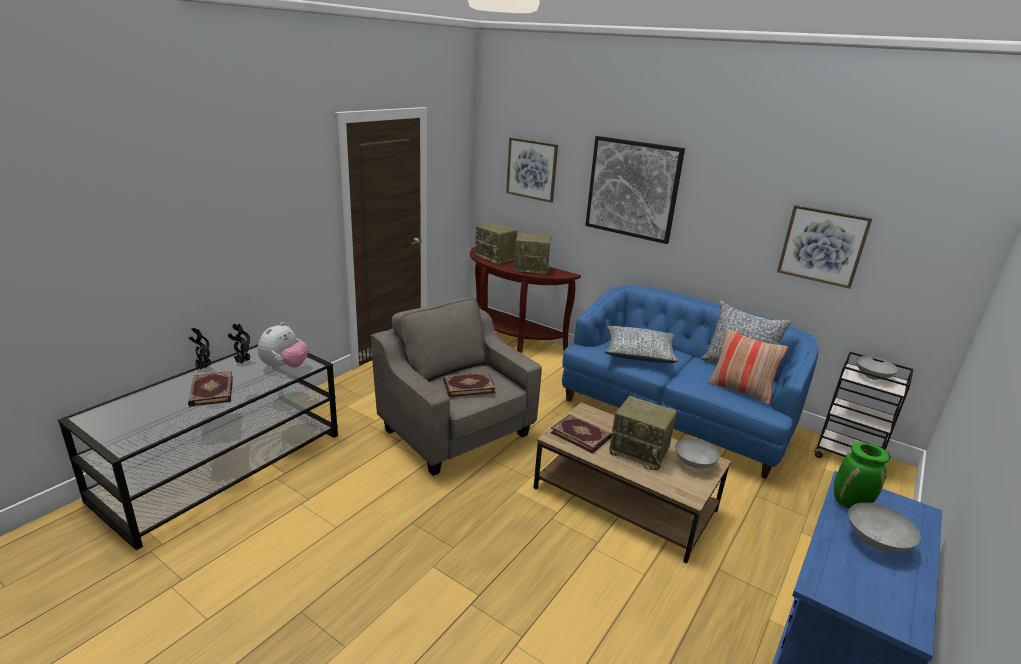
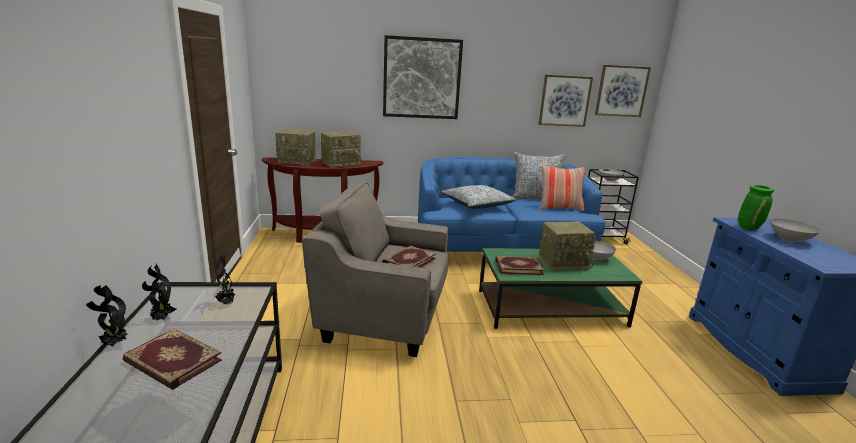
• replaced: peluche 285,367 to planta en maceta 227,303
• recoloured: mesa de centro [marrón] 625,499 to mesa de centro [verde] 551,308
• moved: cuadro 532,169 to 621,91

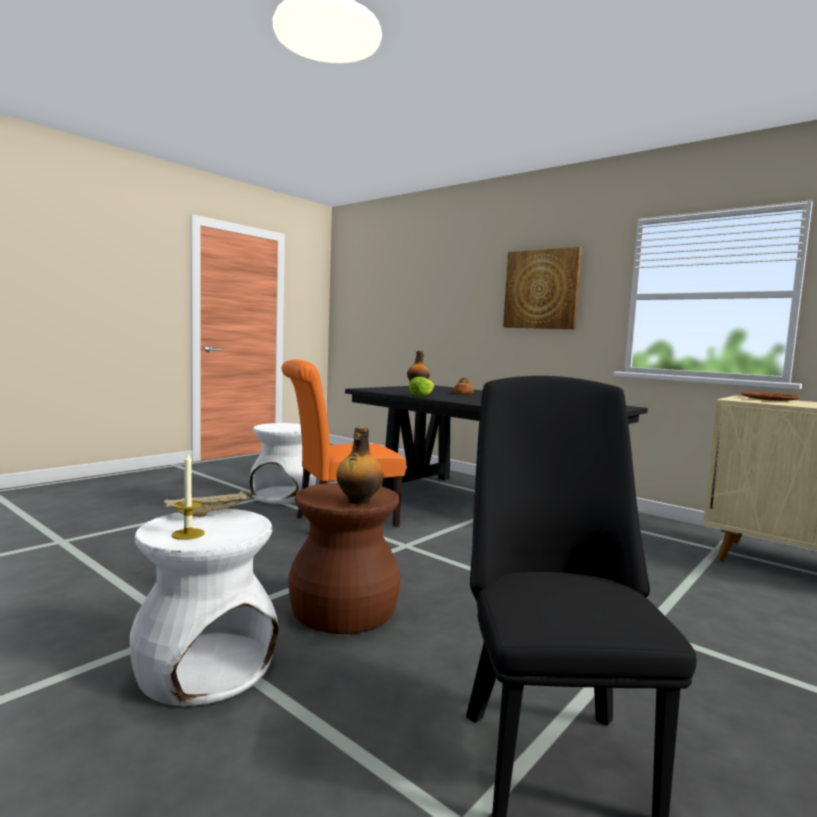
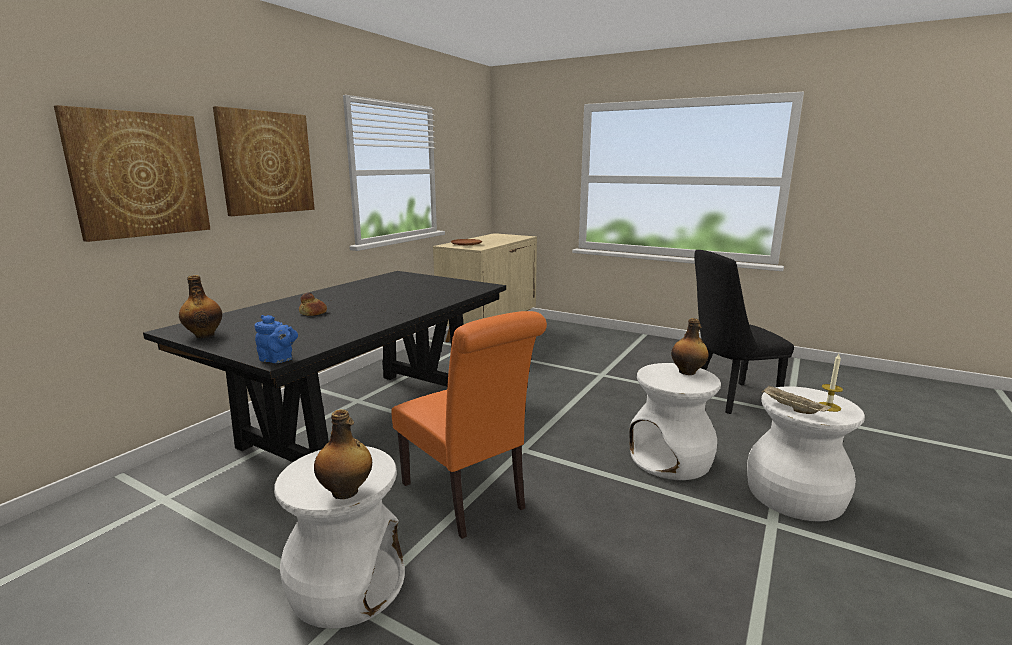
• added: cuadro 139,175
• added: tetera [azul] 278,360
• added: botella 346,492
• recoloured: taburete [marrón] 343,610 to taburete [blanco] 671,459
• removed: lechuga 421,396

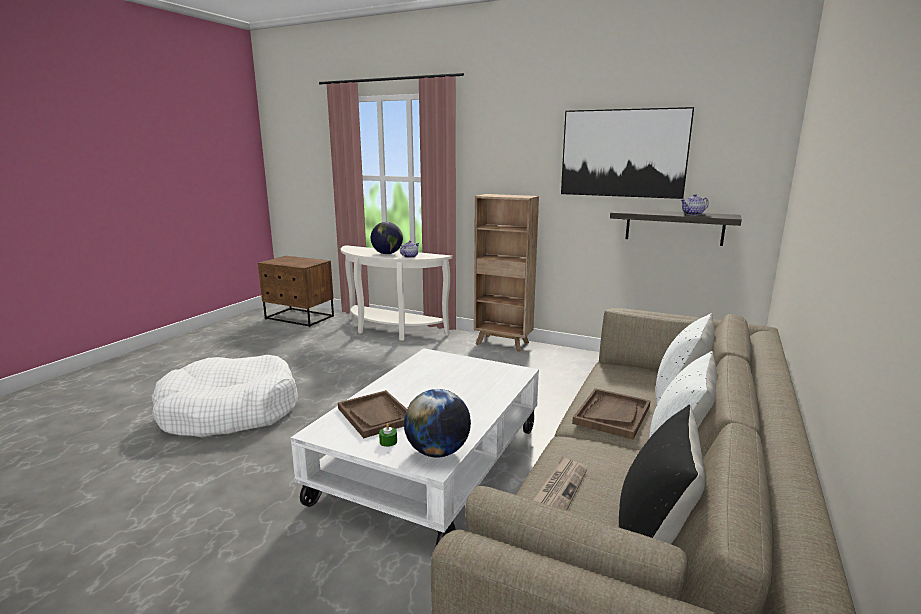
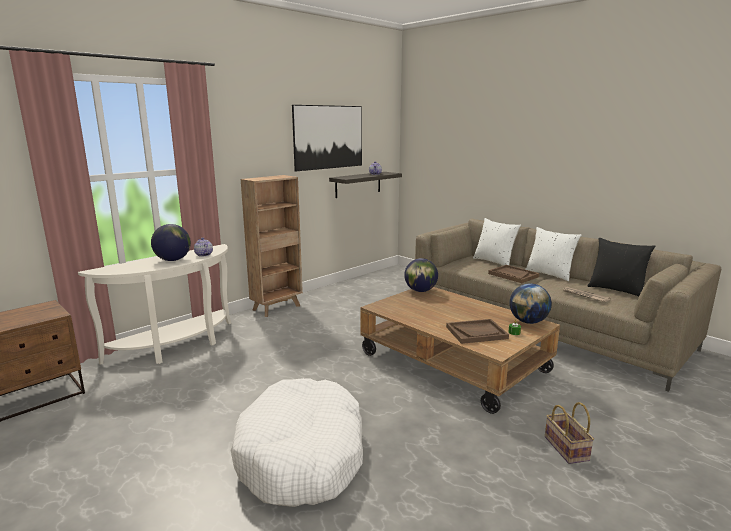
• recoloured: mesa de centro [blanco] 433,464 to mesa de centro [marrón] 453,362
• added: globo terráqueo 420,291
• added: cesta 564,448

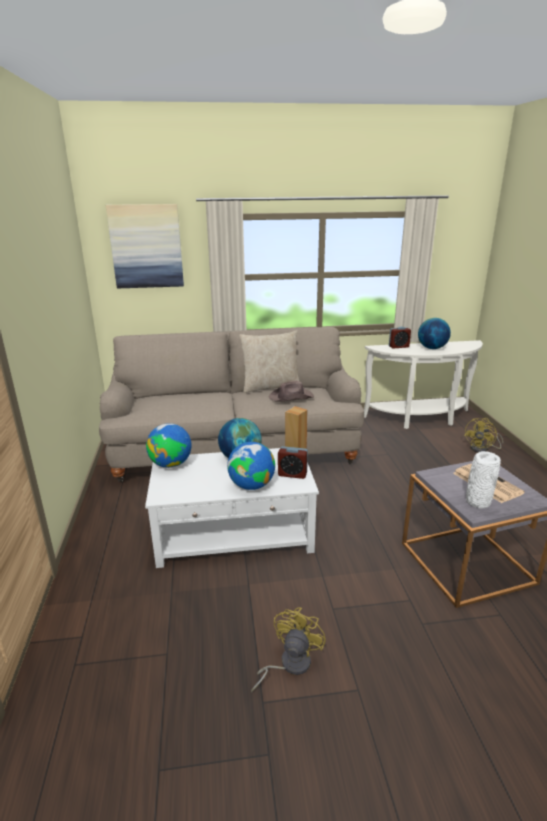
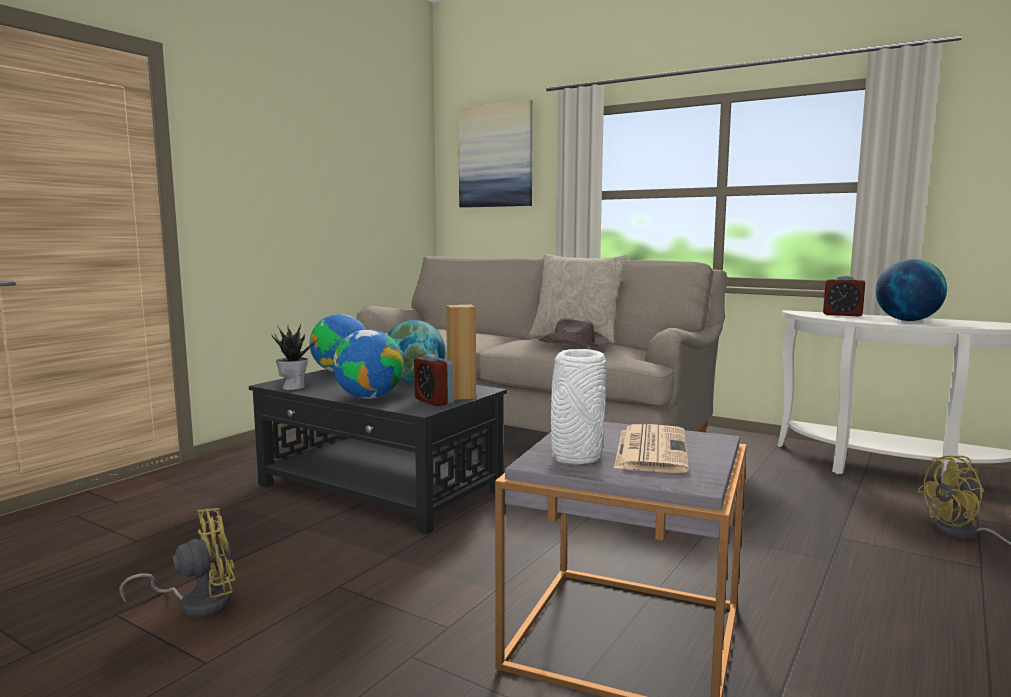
• recoloured: mesa de centro [blanco] 235,533 to mesa de centro [negro] 380,488
• added: planta en maceta 294,387

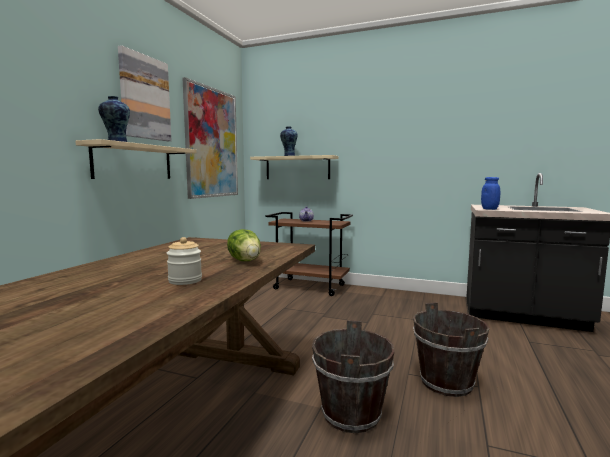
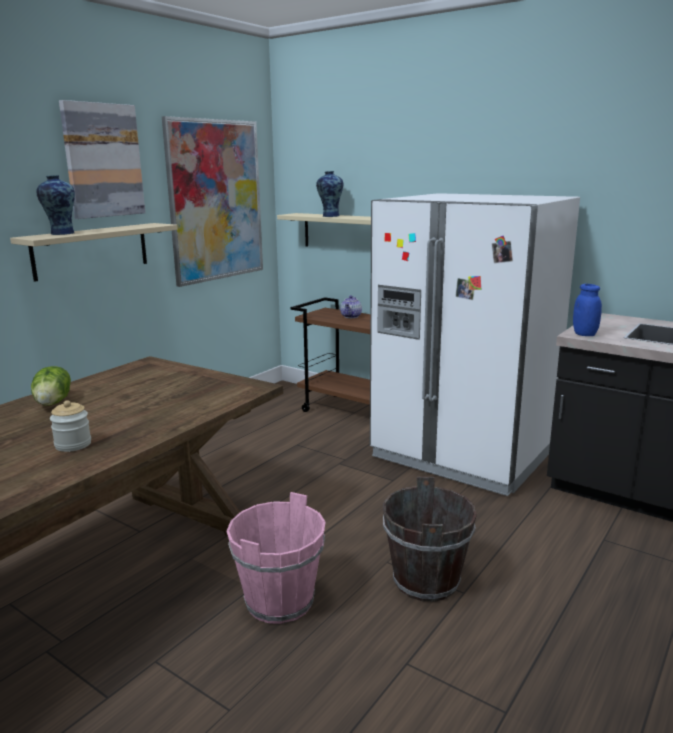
• moved: lechuga 245,260 to 54,402
• recoloured: cubo [marrón] 351,414 to cubo [rosa] 280,601
• added: nevera [blanco] 462,454

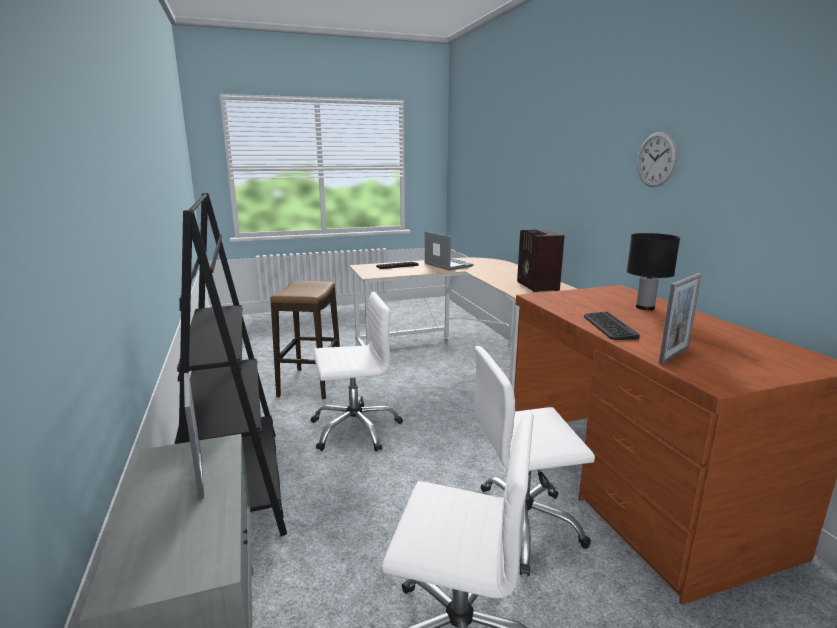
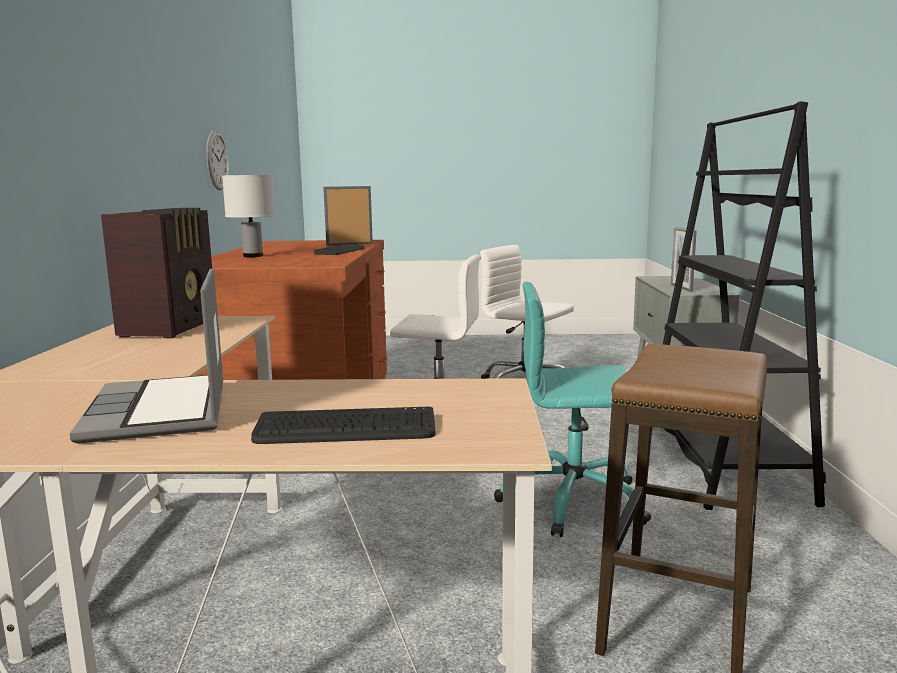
• moved: reloj de pared 656,159 to 217,160
• recoloured: lámpara de mesa [negro] 645,307 to lámpara de mesa [blanco] 252,256
• recoloured: silla de oficina [blanco] 355,428 to silla de oficina [turquesa] 573,501

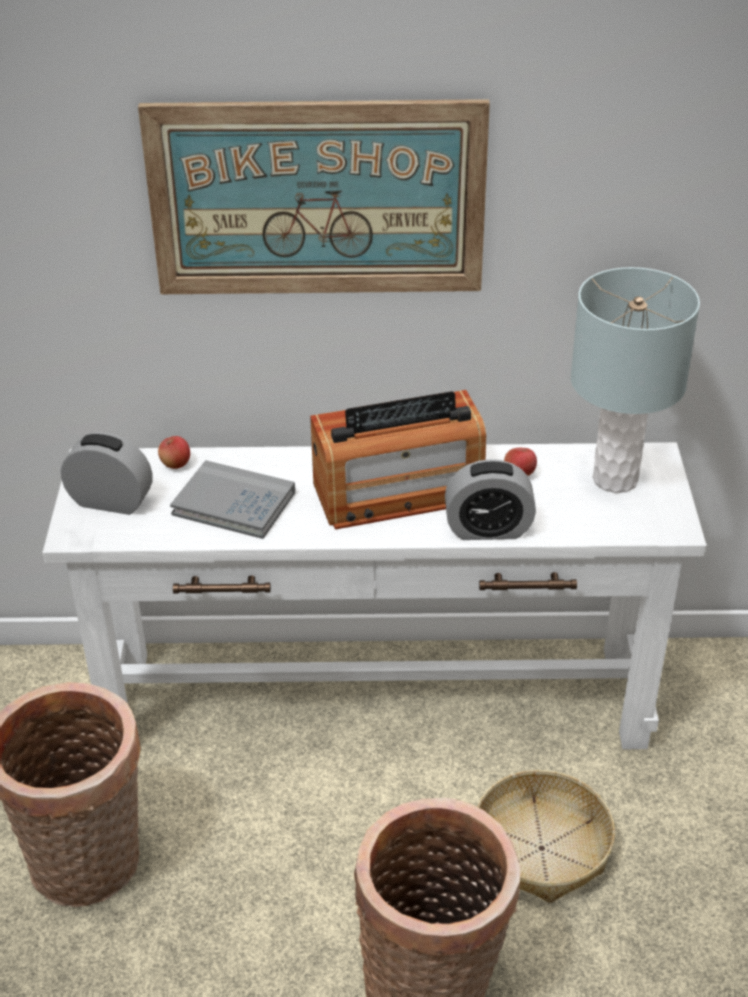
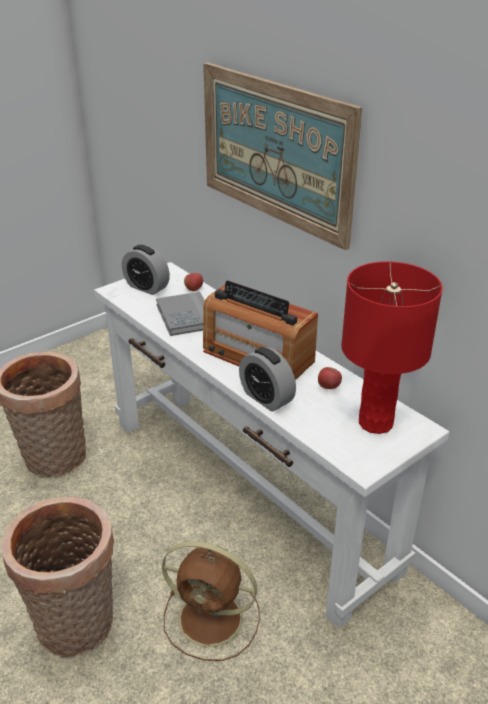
• turned: despertador 111,501 = 147,287 150 degrees clockwise
• replaced: cesta 541,848 to ventilador [marrón] 213,619
• recoloured: lámpara de mesa [gris] 615,479 to lámpara de mesa [rojo] 375,423

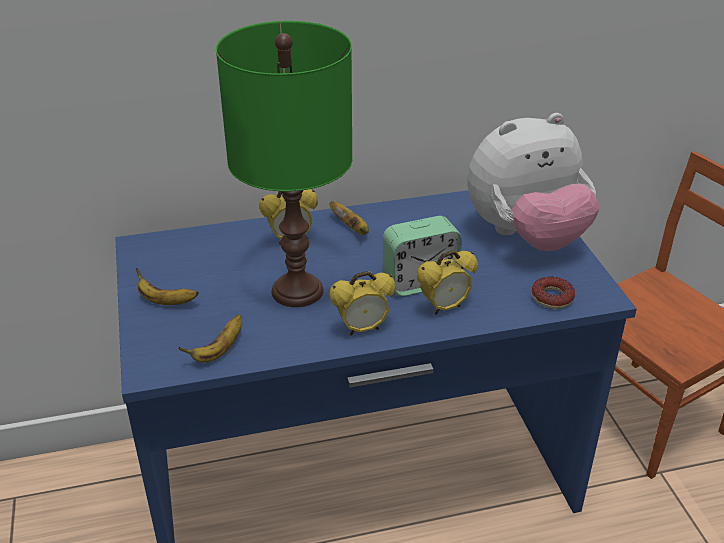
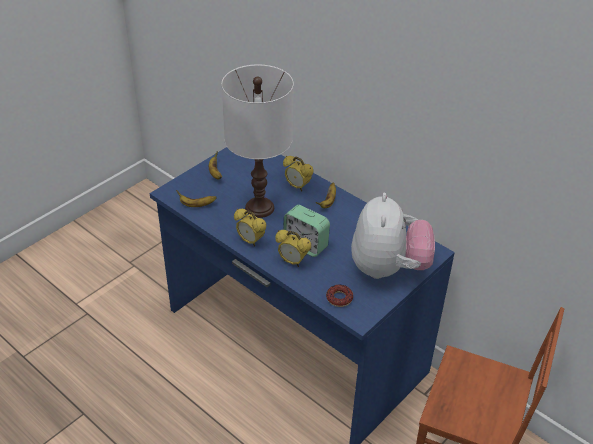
• recoloured: lámpara de mesa [verde] 296,290 to lámpara de mesa [blanco] 259,207
• turned: peluche 526,236 = 388,268 120 degrees counterclockwise

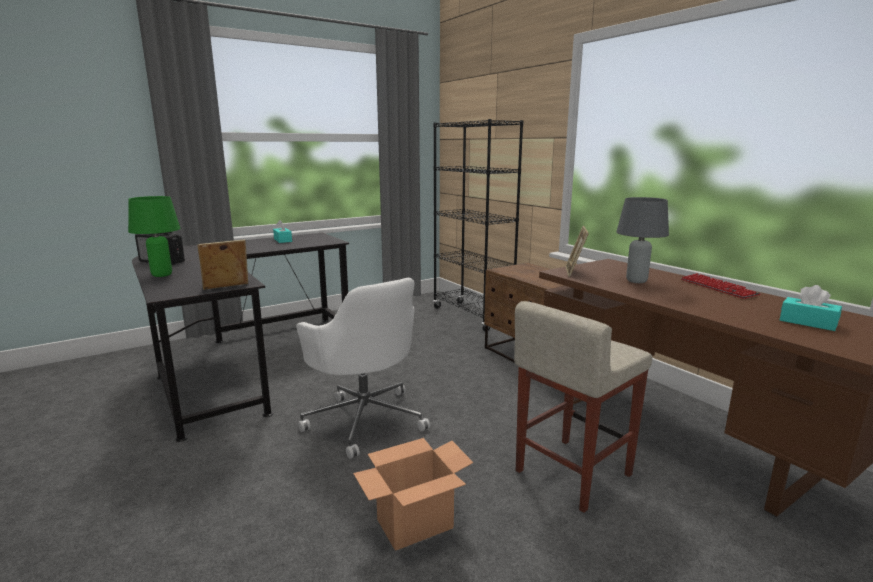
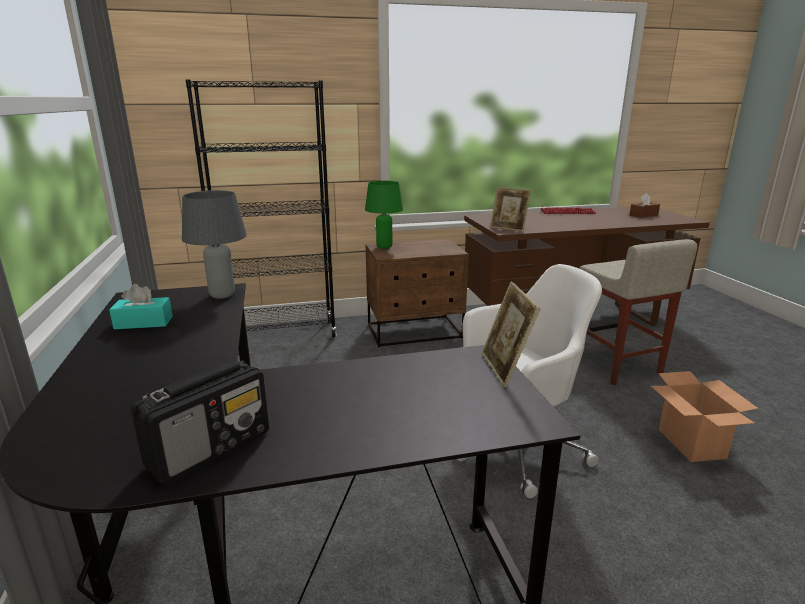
• moved: lámpara de mesa [gris] 637,281 to 223,295
• moved: lámpara de mesa [verde] 161,275 to 384,247
• recoloured: caja de pañuelos [turquesa] 808,322 to caja de pañuelos [marrón] 643,215

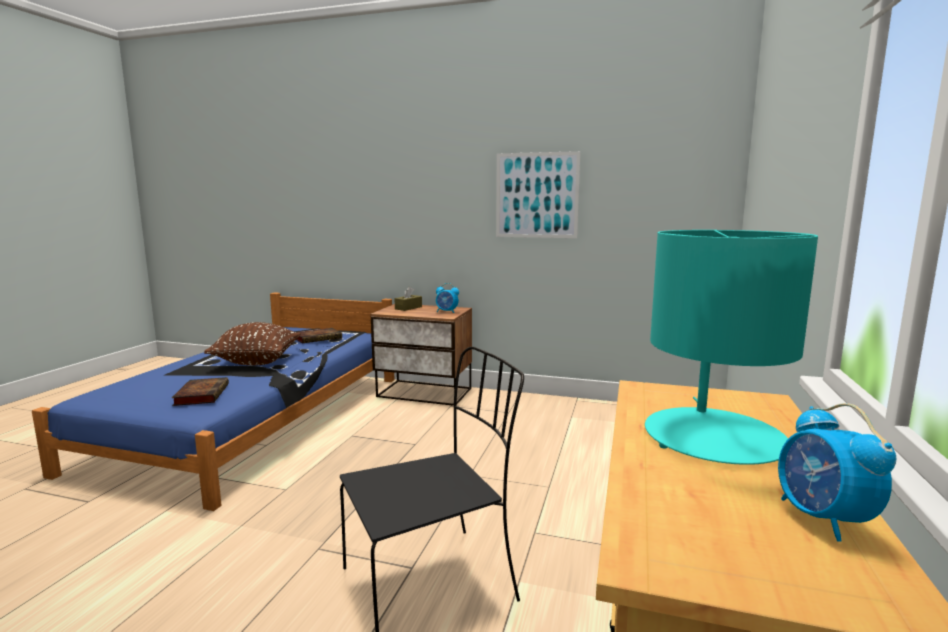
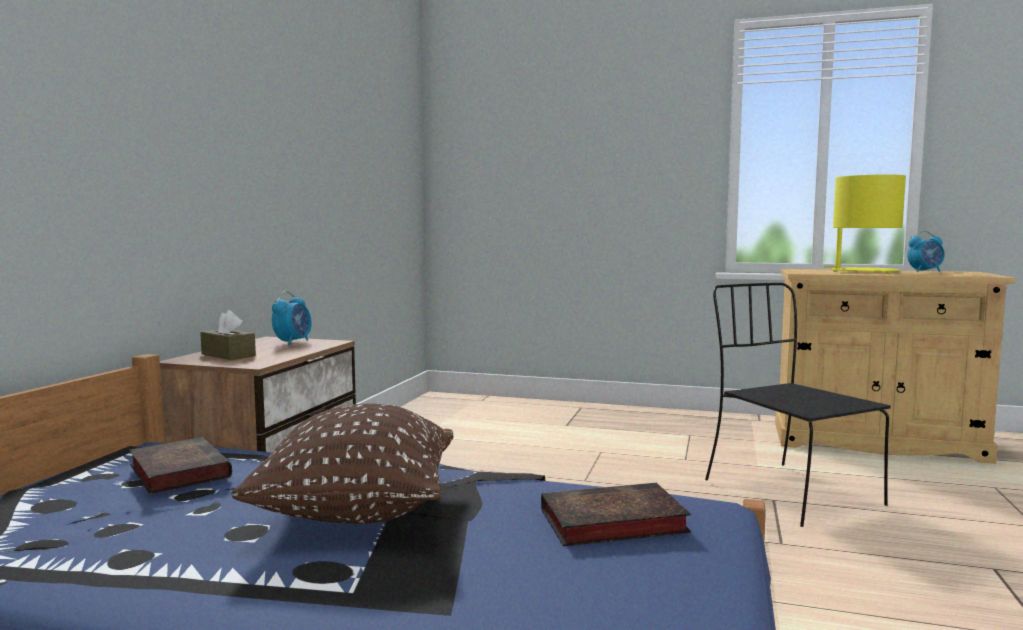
• recoloured: lámpara de mesa [turquesa] 713,437 to lámpara de mesa [amarillo] 863,272
• removed: cuadro 536,195

